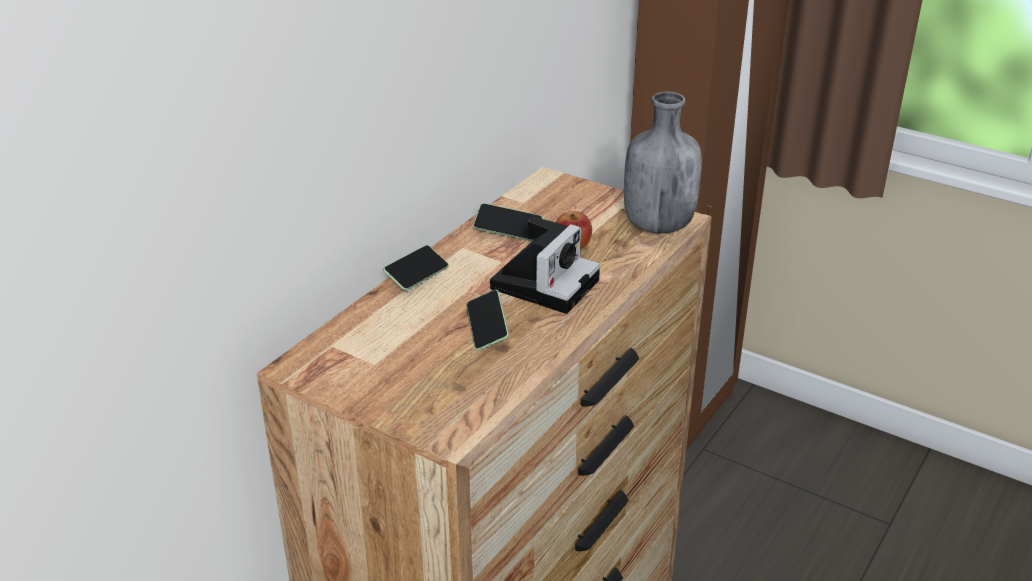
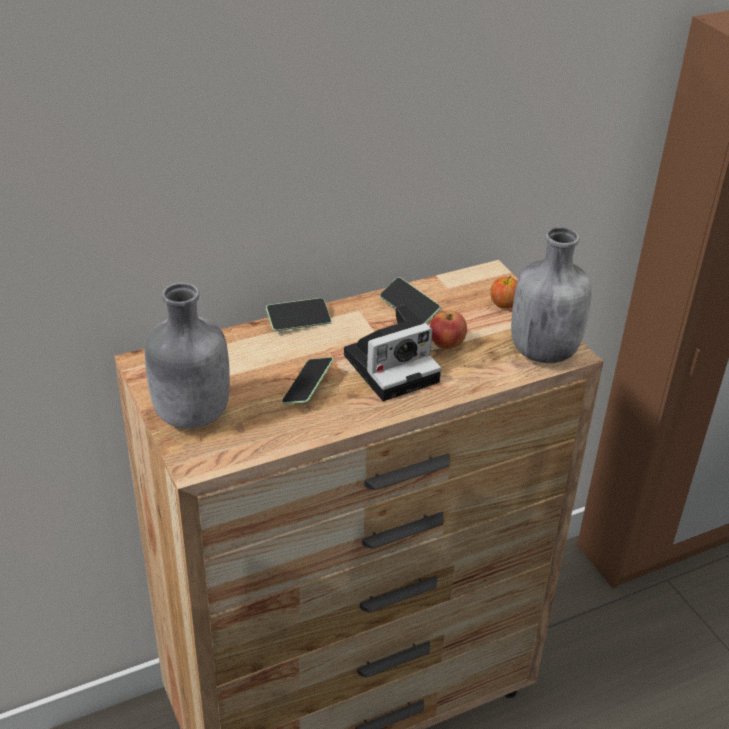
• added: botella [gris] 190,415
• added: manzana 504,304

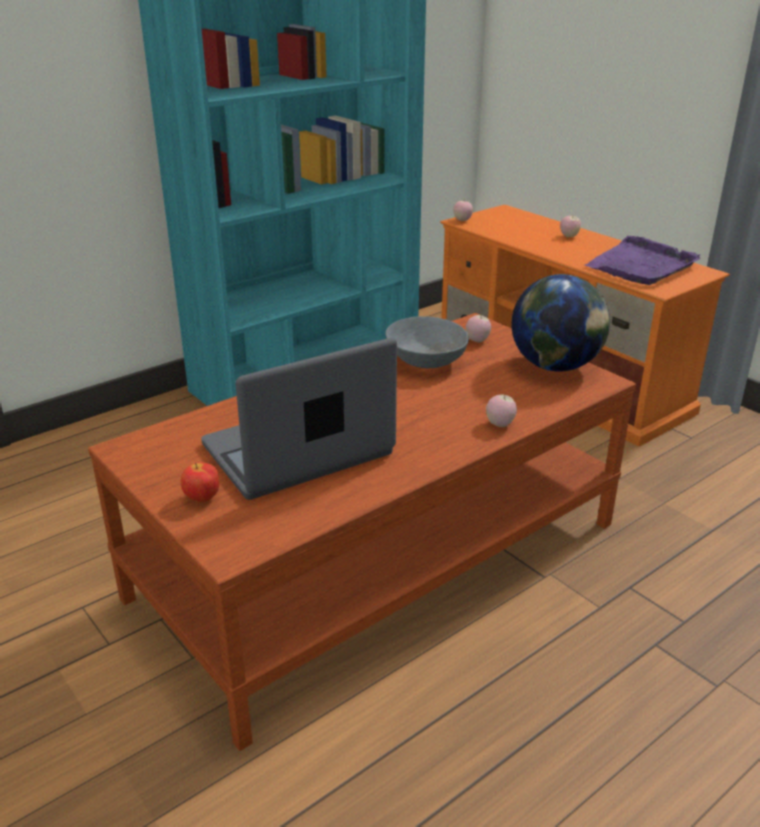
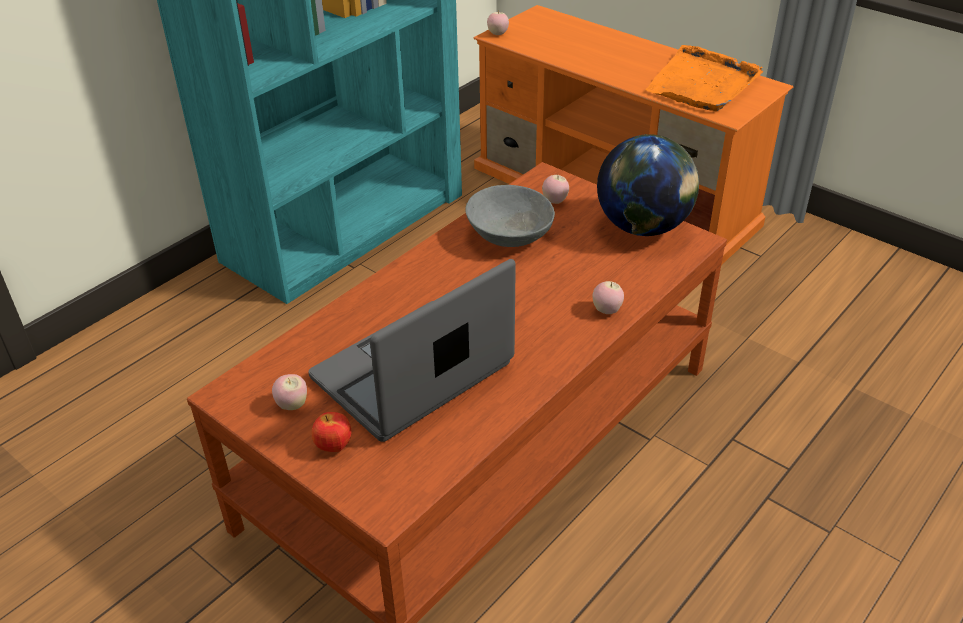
• moved: manzana 569,236 to 292,405
• recoloured: bandeja [morado] 641,265 to bandeja [naranja] 702,83

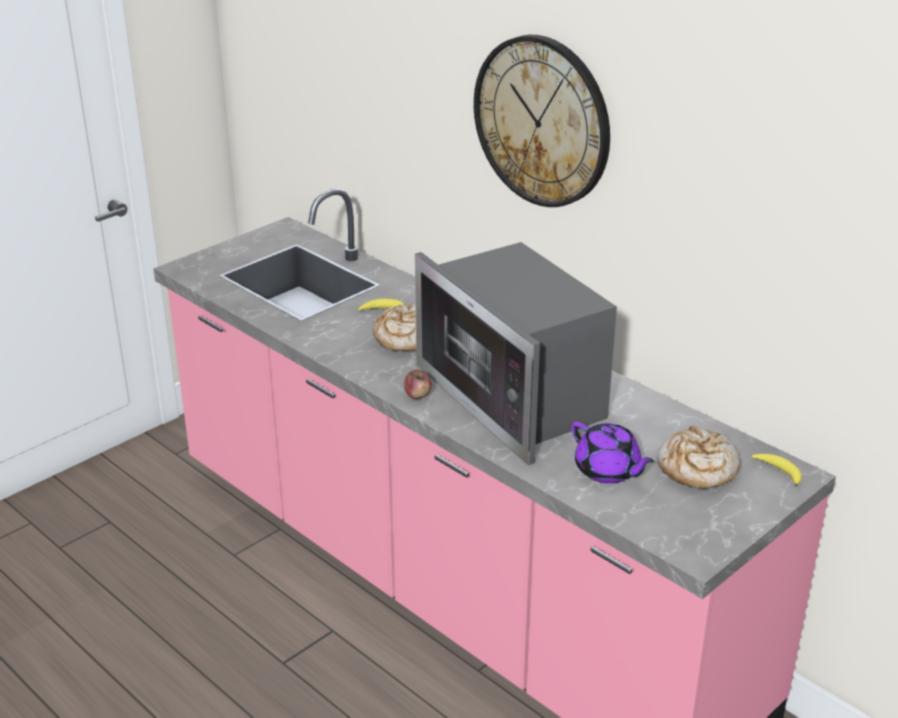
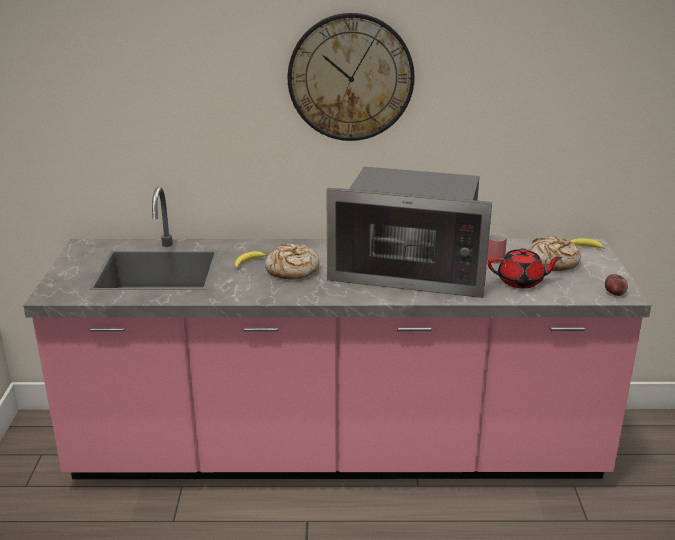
• added: taza grande [rojo] 495,257
• recoloured: tetera [morado] 608,471 to tetera [rojo] 521,281
• moved: manzana 417,395 to 614,293

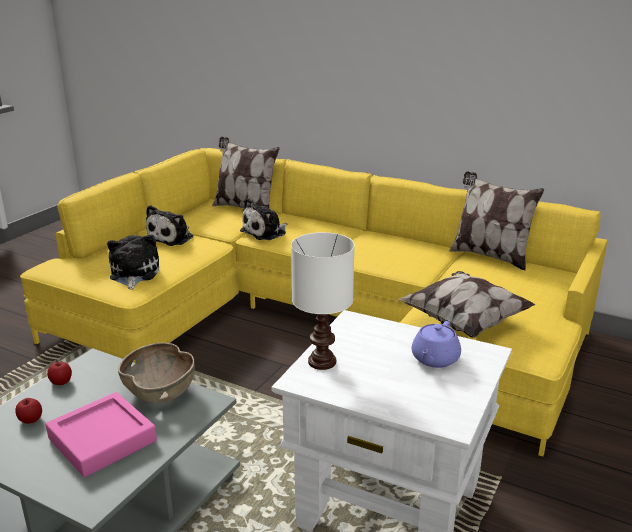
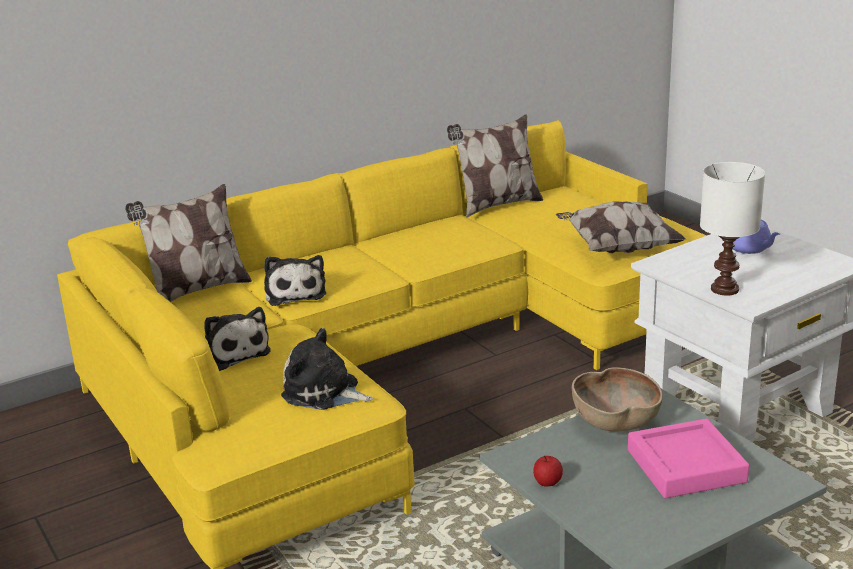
• removed: manzana 30,420

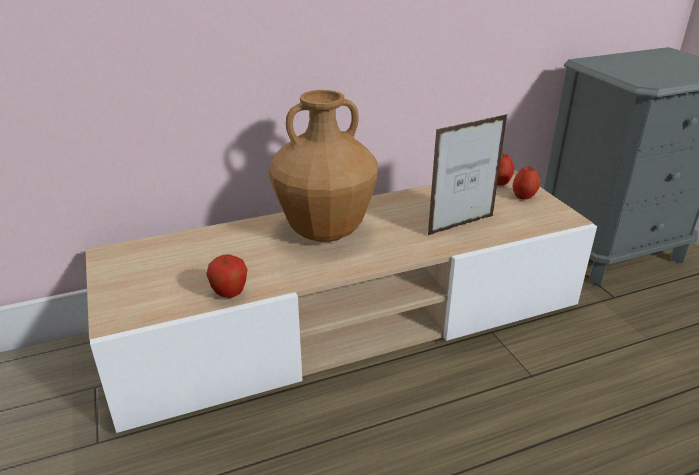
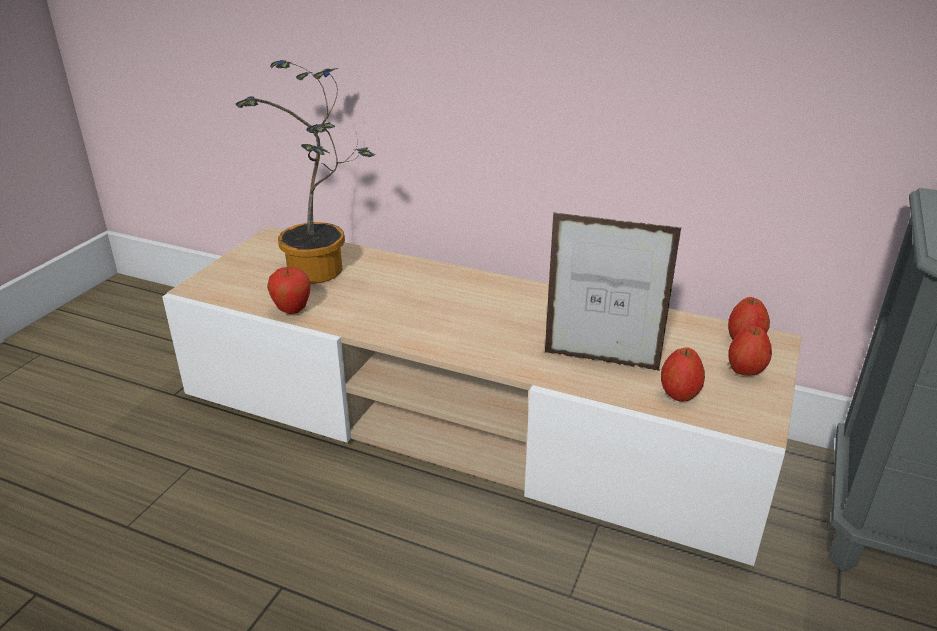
• added: planta en maceta 322,273
• added: manzana 679,394
• removed: florero [marrón] 324,232

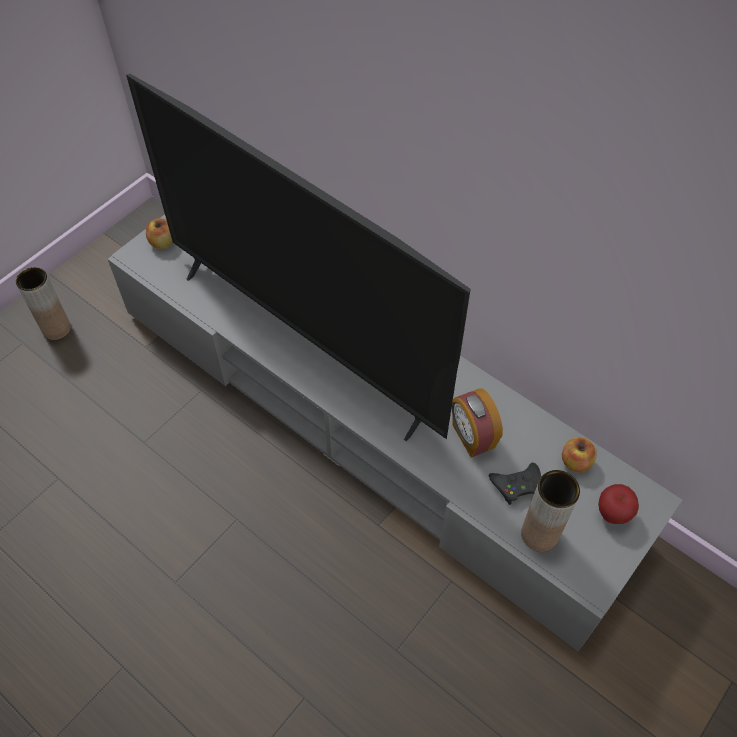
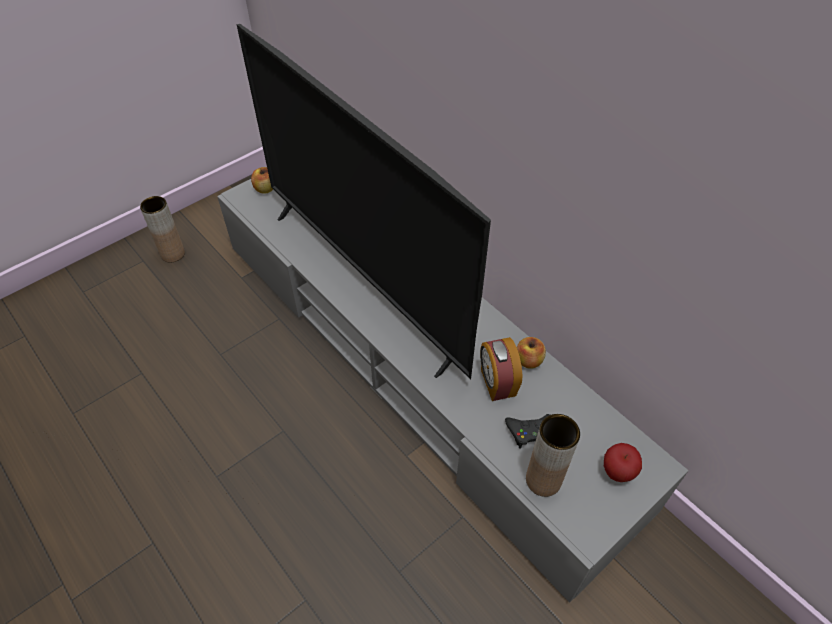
• moved: manzana 575,462 to 528,360

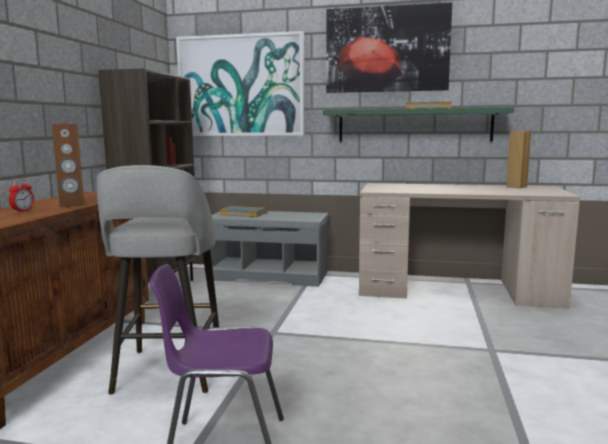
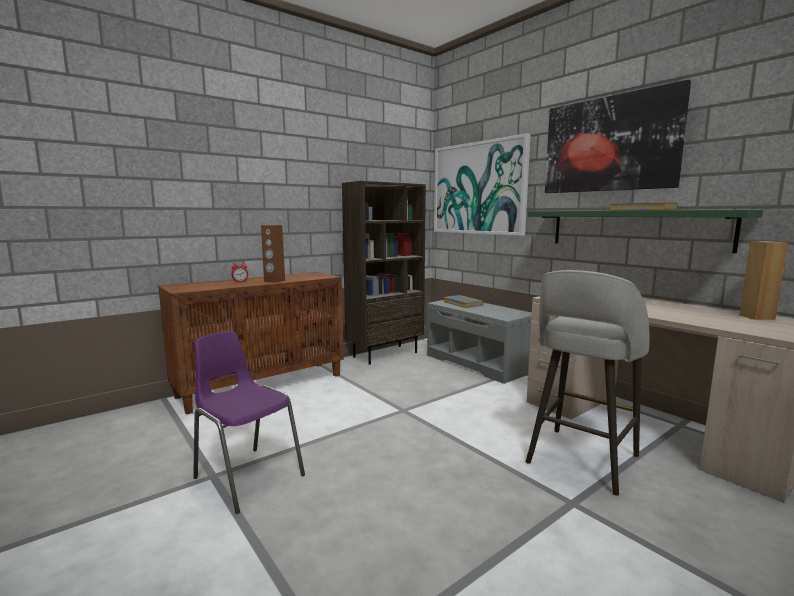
• moved: taburete [gris] 168,372 to 581,460

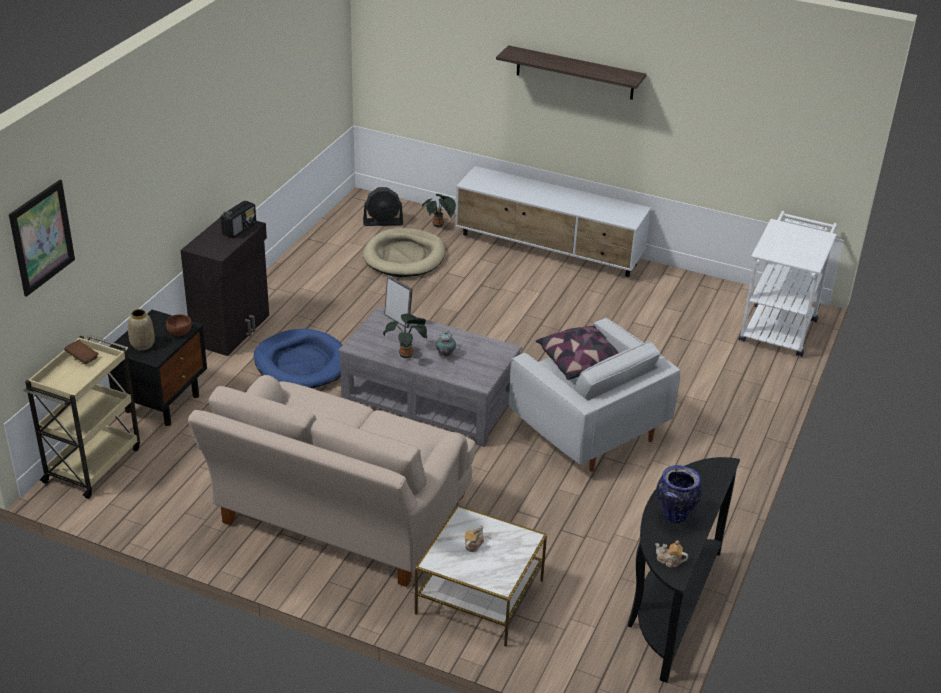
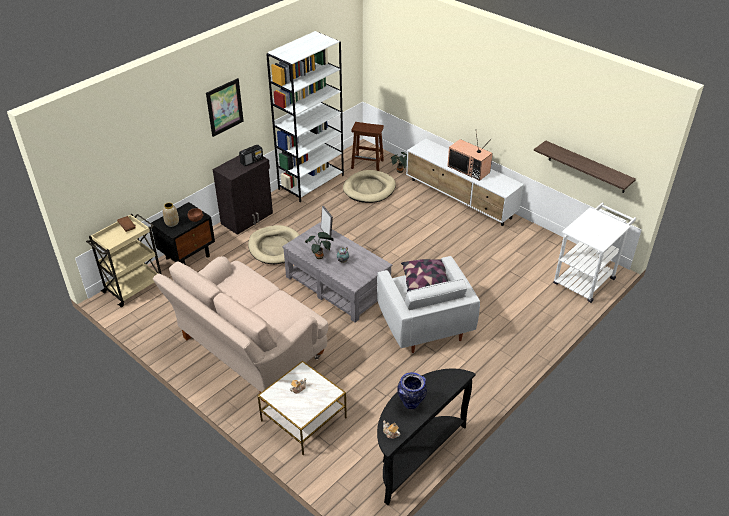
• moved: cuadro 42,237 to 224,107
• recoloured: cama para perro [azul] 301,363 to cama para perro [beis] 276,247
• added: estantería [blanco] 311,182
• replaced: ventilador [negro] 383,222 to taburete [marrón] 368,164
• added: televisor 469,169
• moved: estante 575,73 to 587,167

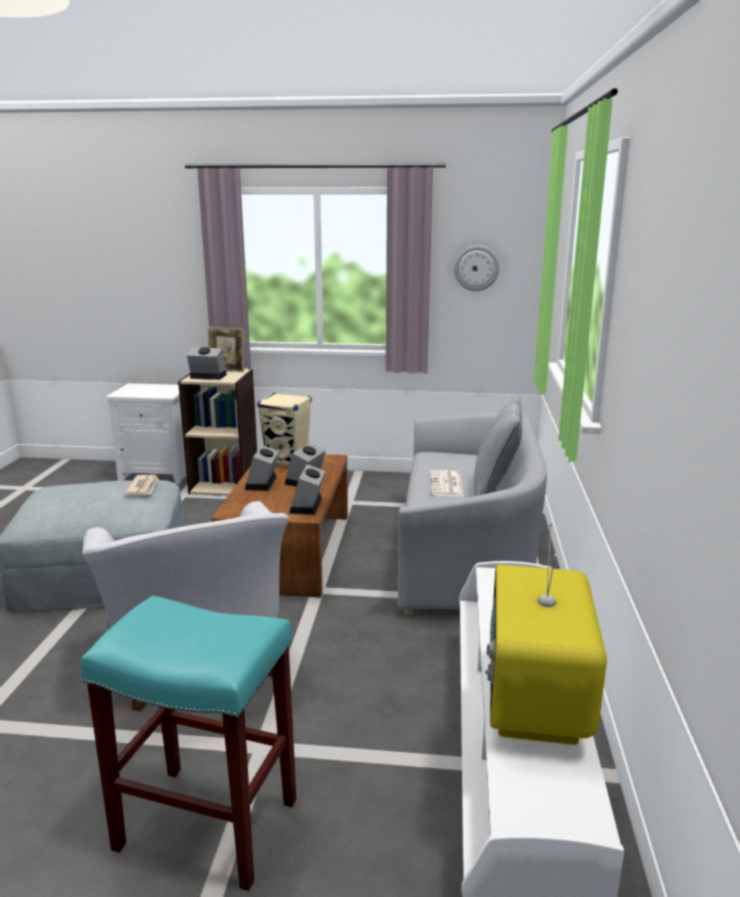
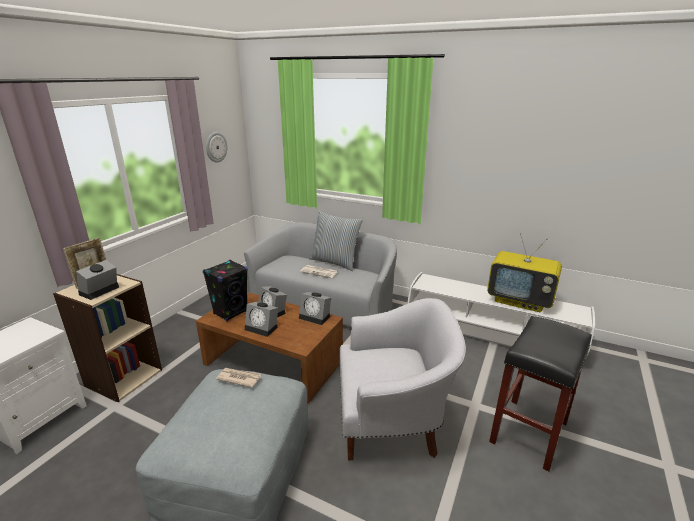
• recoloured: altavoz [beis] 287,462 to altavoz [negro] 230,312
• recoloured: taburete [turquesa] 210,824 to taburete [negro] 528,431

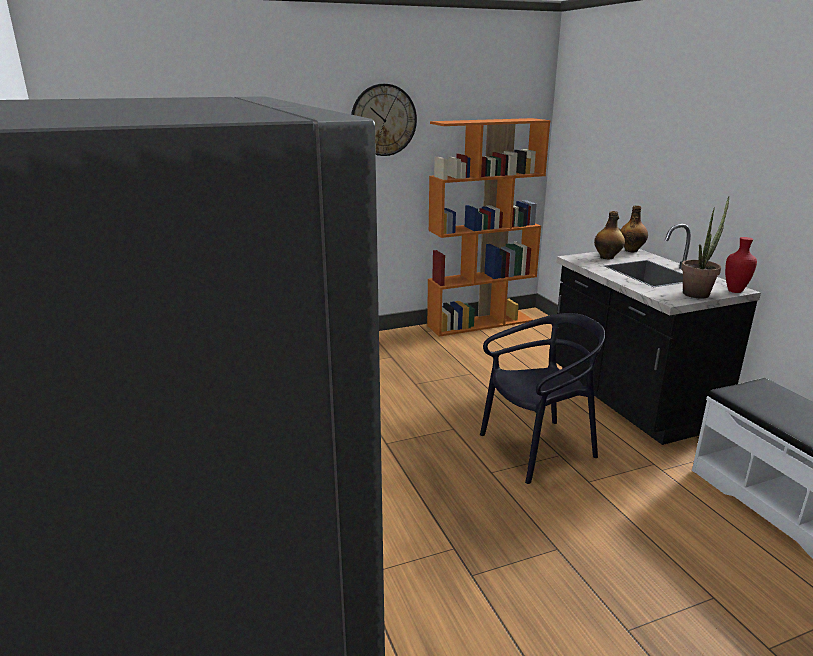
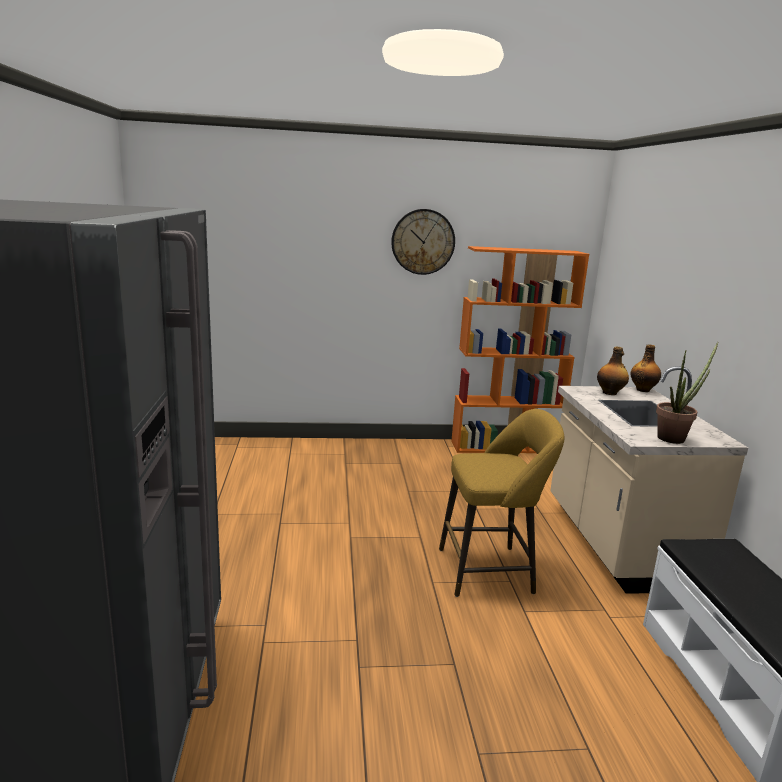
• replaced: silla [negro] 537,449 to taburete [amarillo] 491,571
• recoloured: mueble bajo de cocina [negro] 629,399 to mueble bajo de cocina [beis] 617,543
• removed: florero [rojo] 734,291

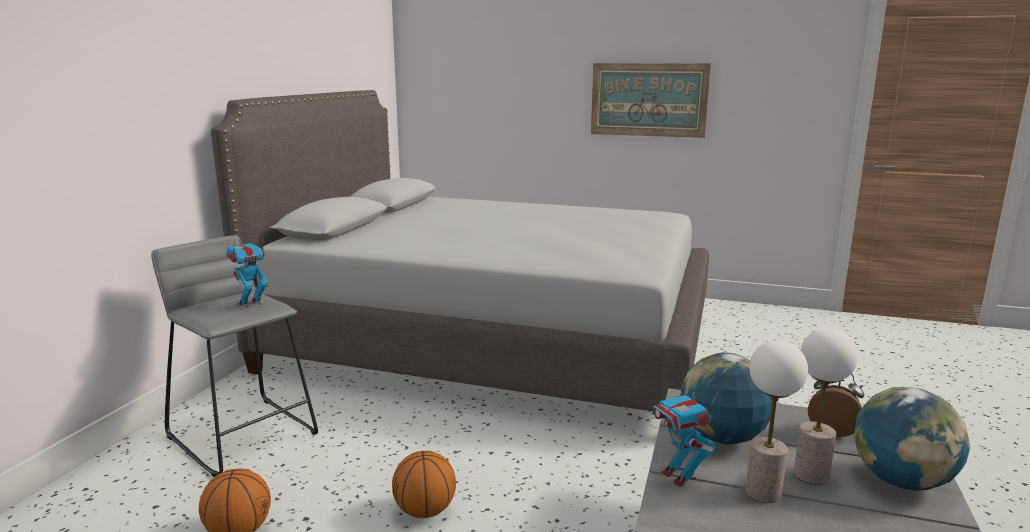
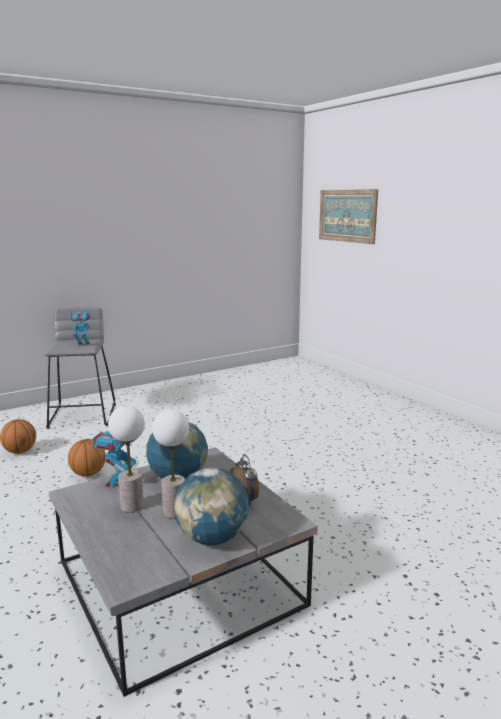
• moved: cuadro 648,100 to 347,215
• removed: cama [gris] 493,342

